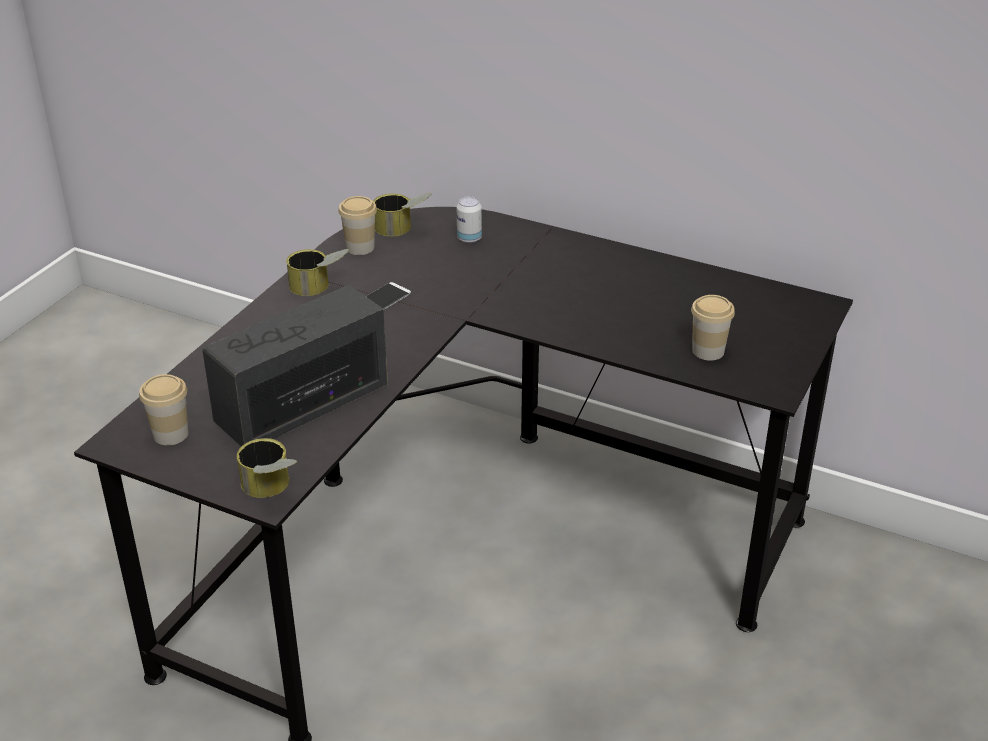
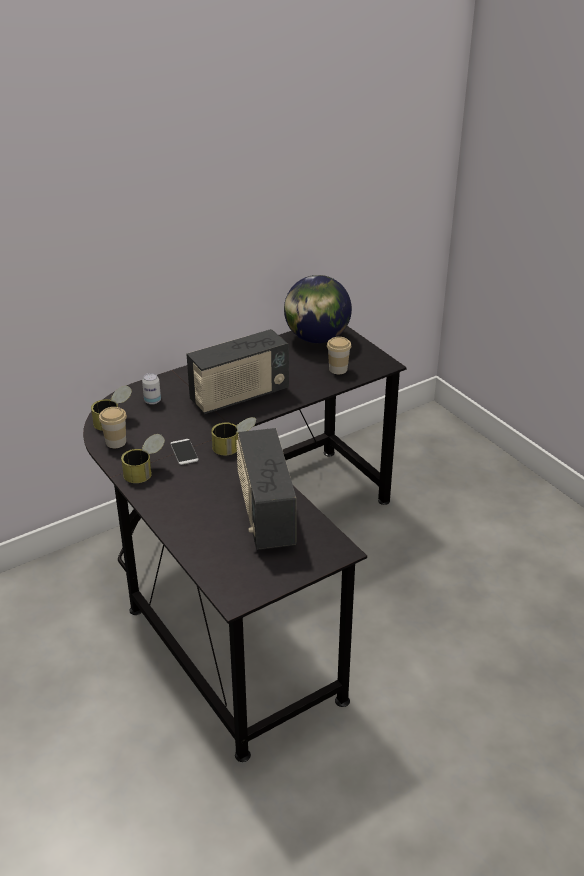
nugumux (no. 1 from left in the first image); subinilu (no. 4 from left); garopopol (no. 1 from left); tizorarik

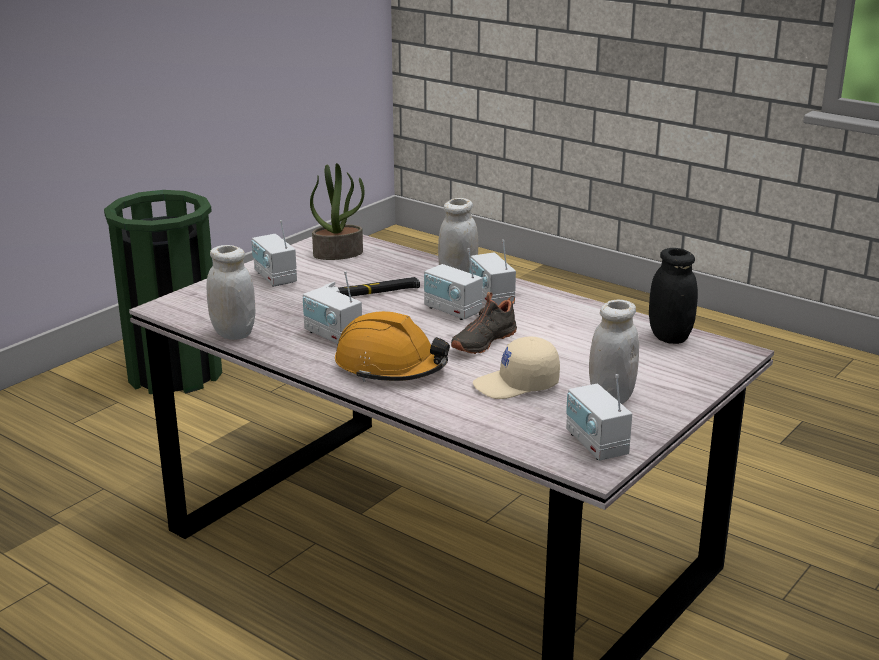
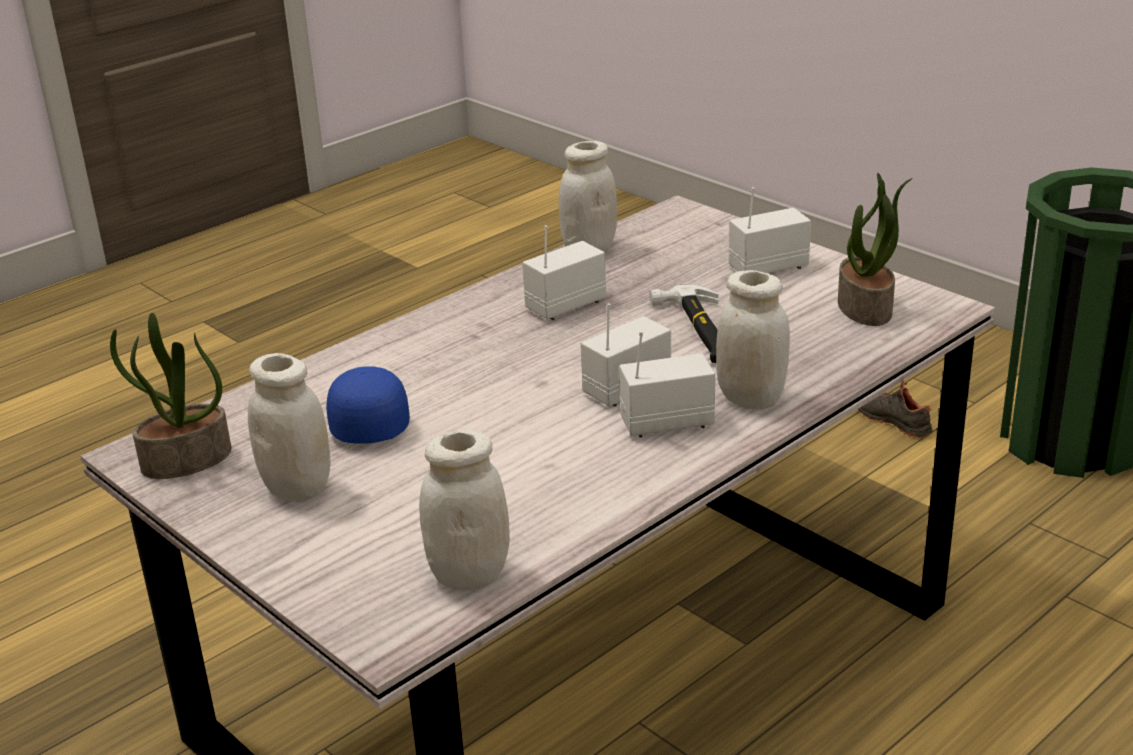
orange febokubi; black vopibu; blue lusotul; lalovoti (no. 1 from left); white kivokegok (no. 2 from left)

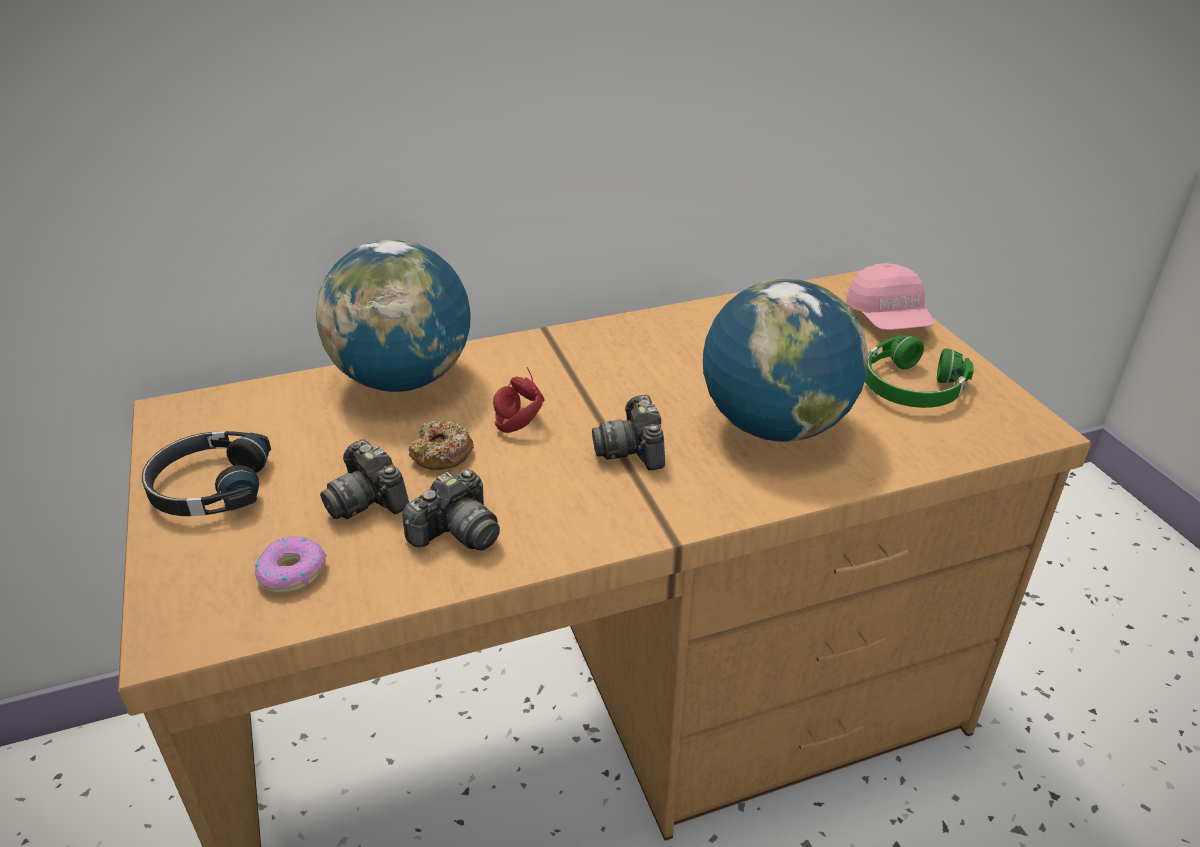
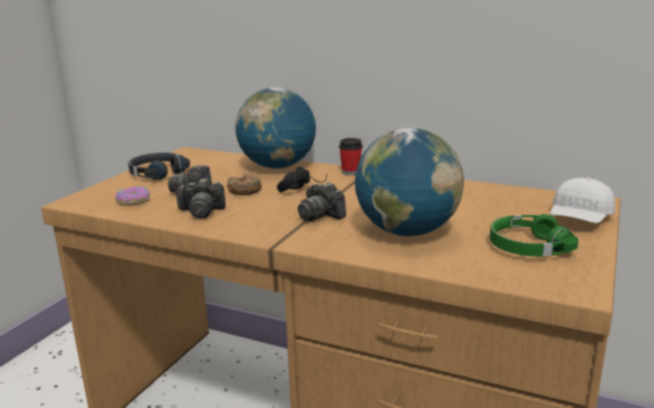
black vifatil (no. 2 from left); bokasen (no. 3 from left); white lusotul; nugumux

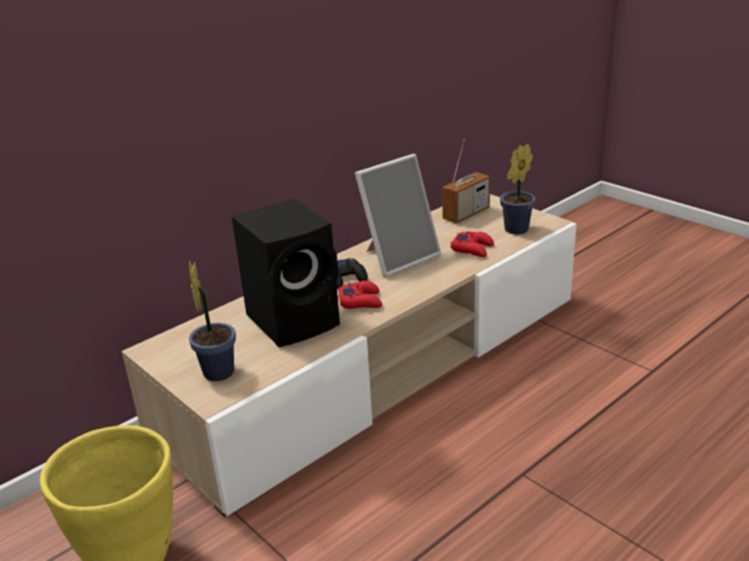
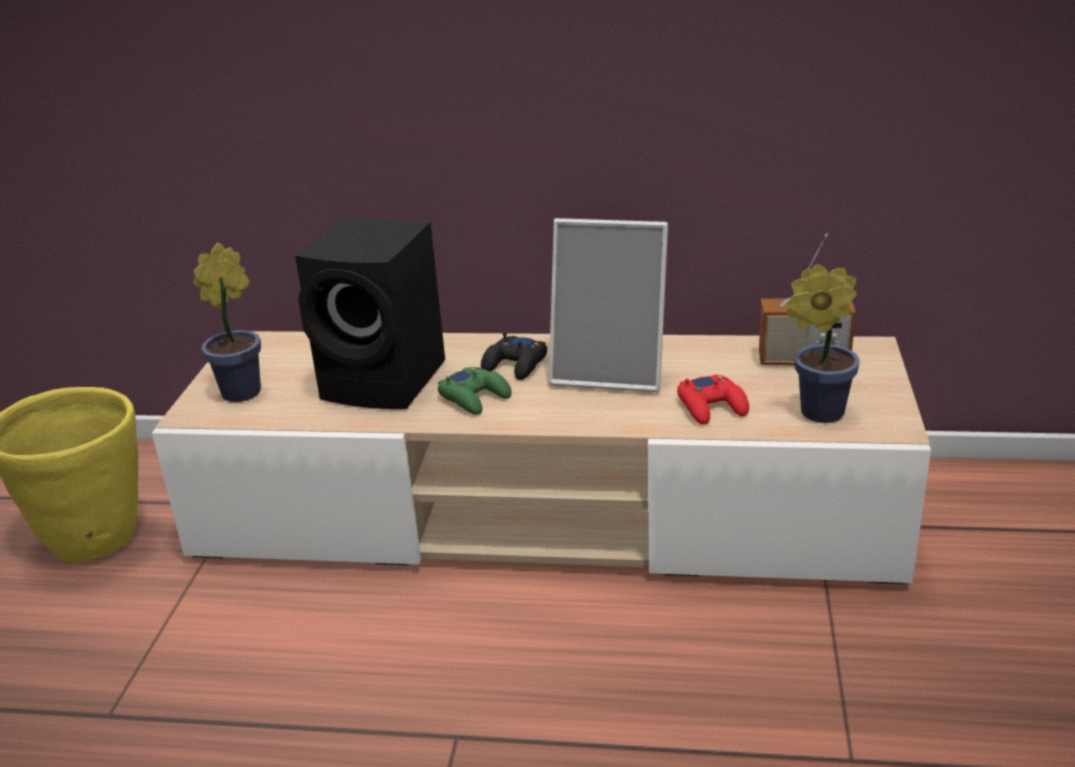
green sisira

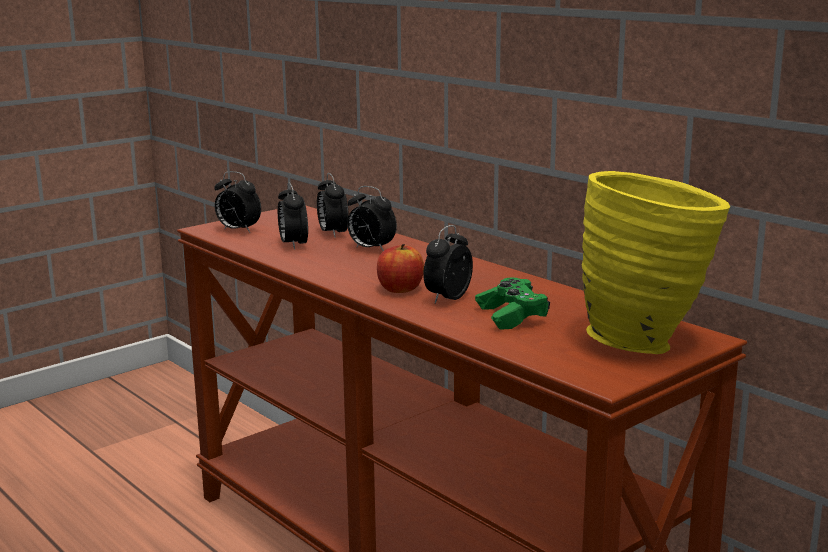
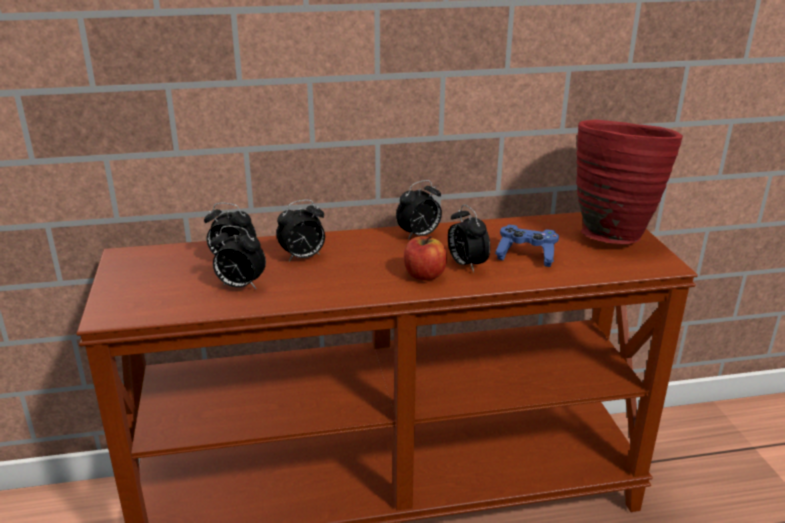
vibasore (no. 4 from left); blue sisira; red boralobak

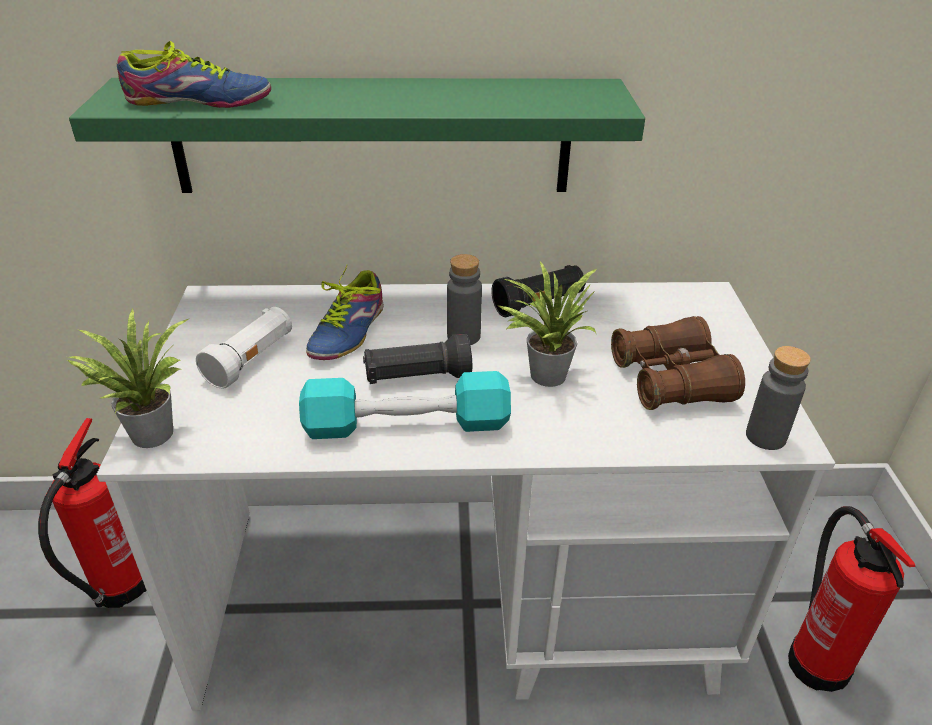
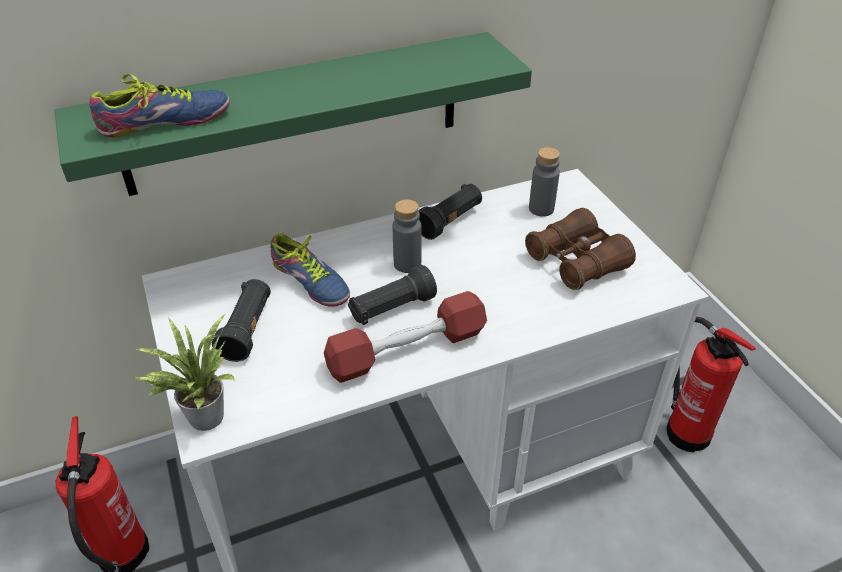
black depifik (no. 1 from left); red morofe; vopibu (no. 2 from left); lalovoti (no. 2 from left in the first image); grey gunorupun (no. 2 from left)

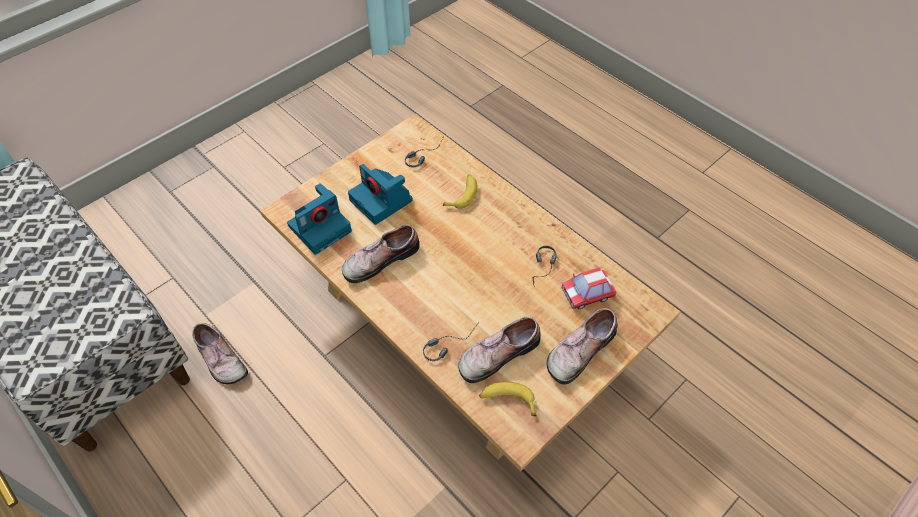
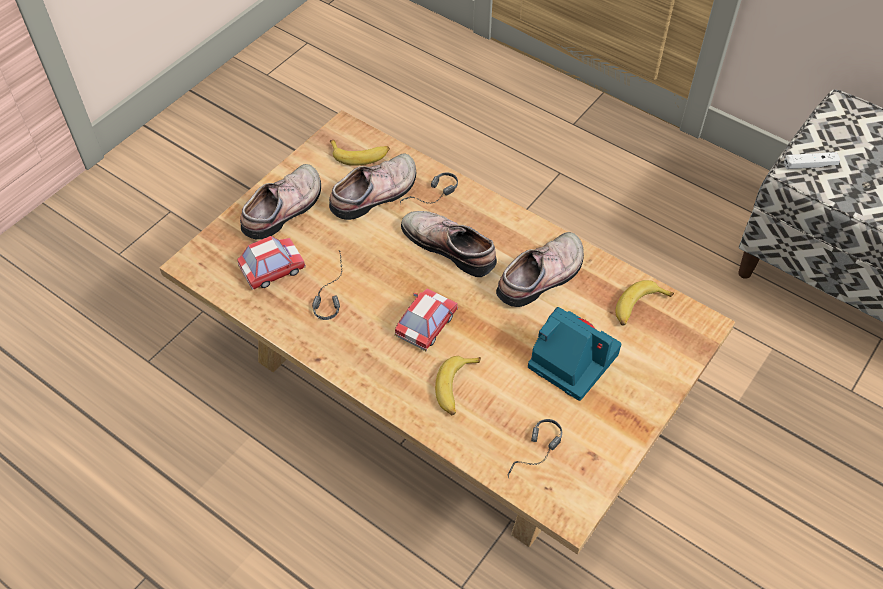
vopibu (no. 3 from left); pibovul (no. 3 from left); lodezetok (no. 2 from left); white sisira

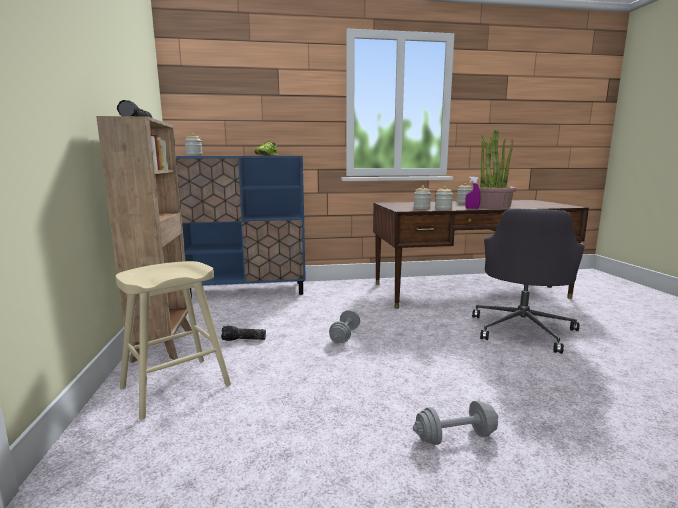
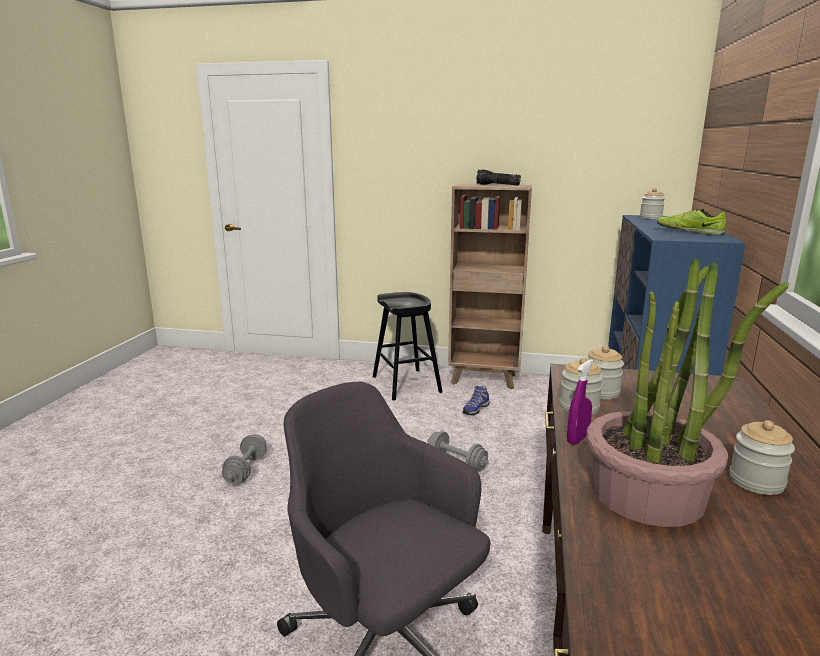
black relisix; vopibu (no. 1 from left)

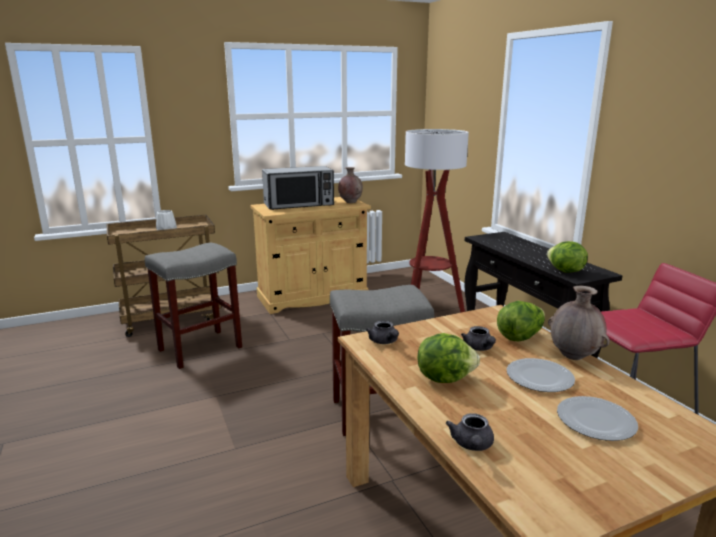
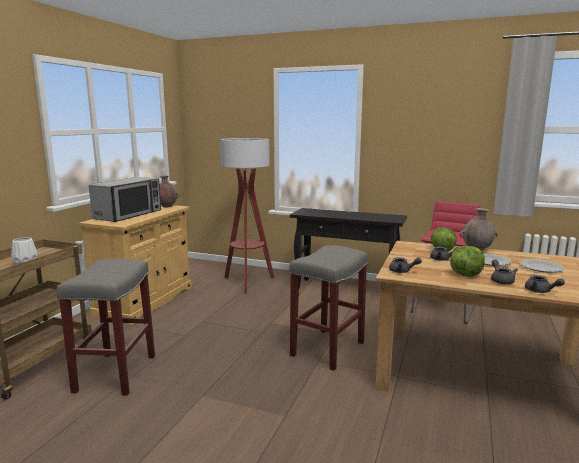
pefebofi (no. 3 from left in the first image); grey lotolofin (no. 3 from left)

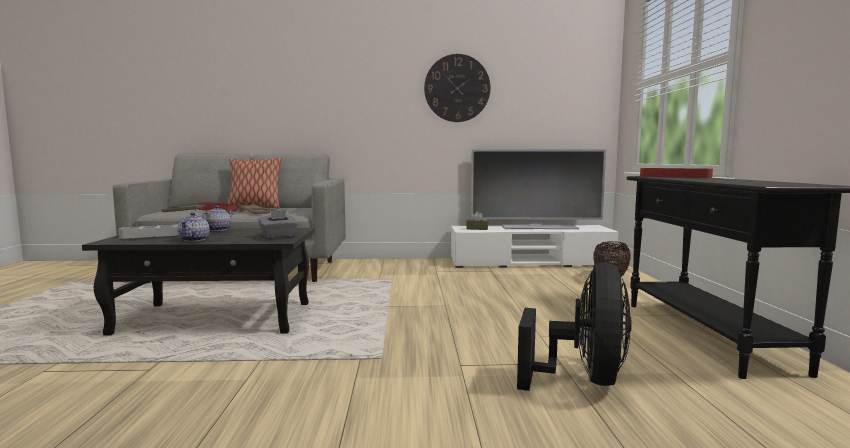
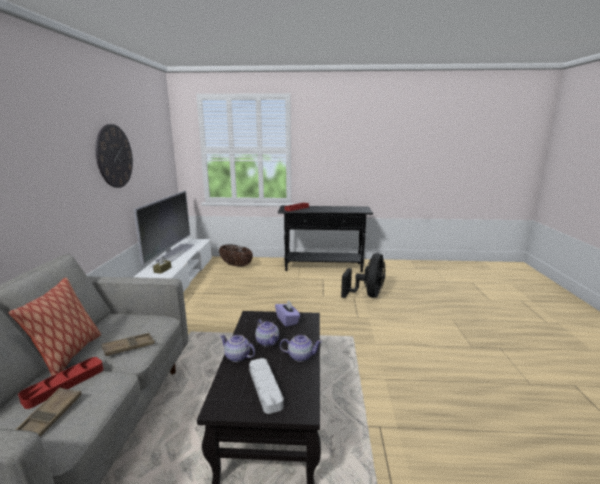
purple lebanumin; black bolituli; lotolofin (no. 2 from left)

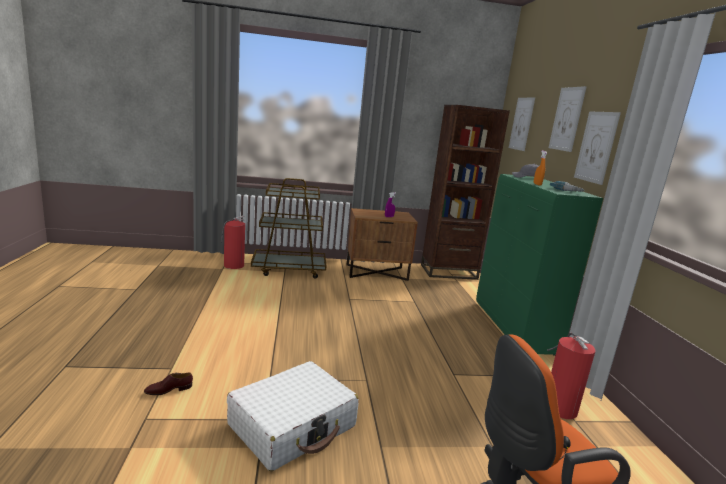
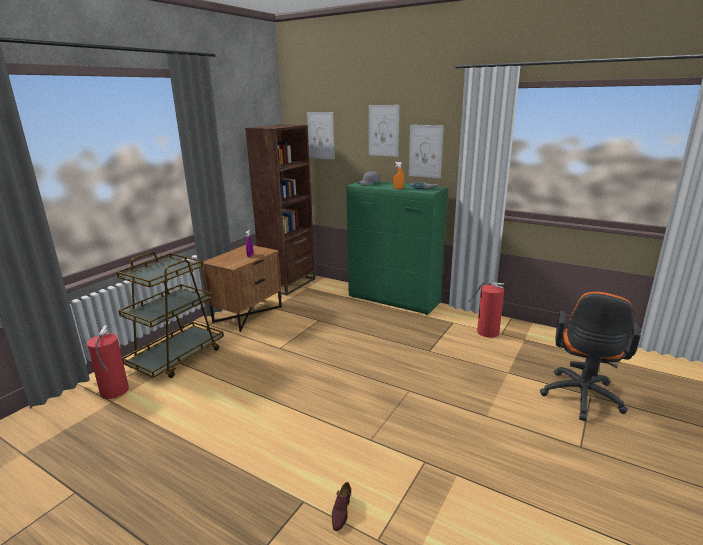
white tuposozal

